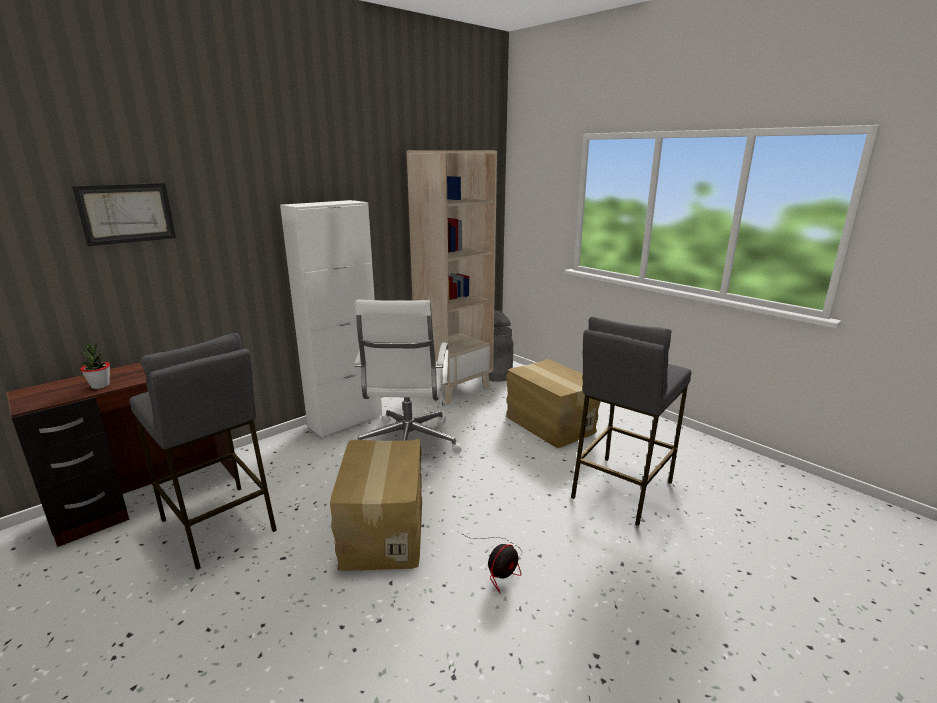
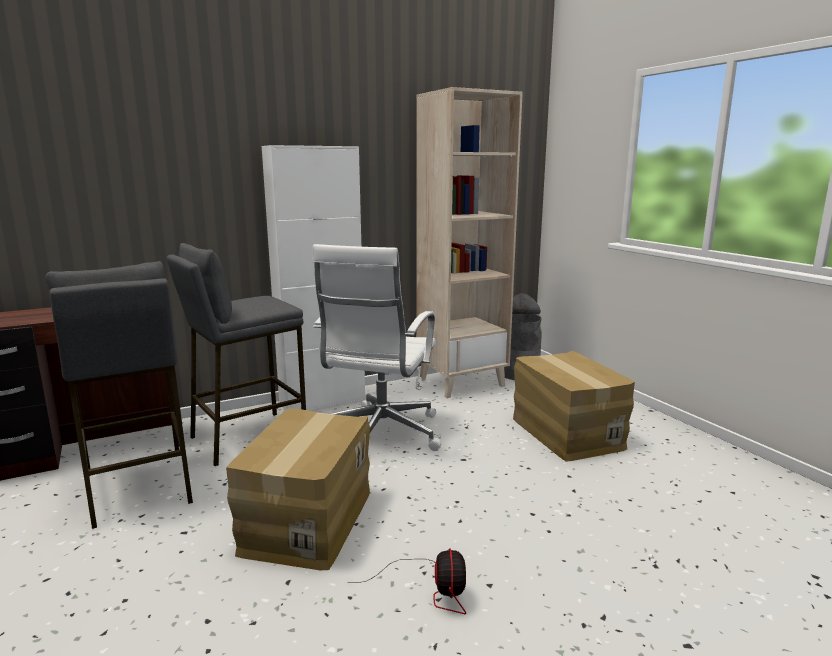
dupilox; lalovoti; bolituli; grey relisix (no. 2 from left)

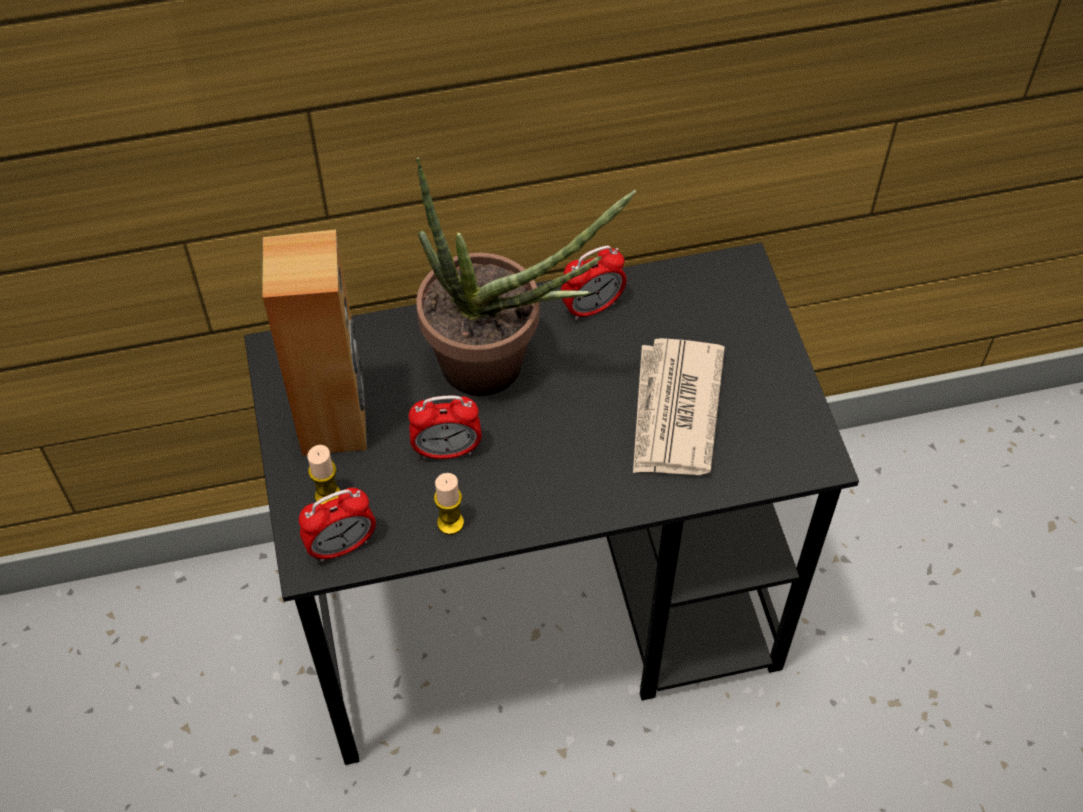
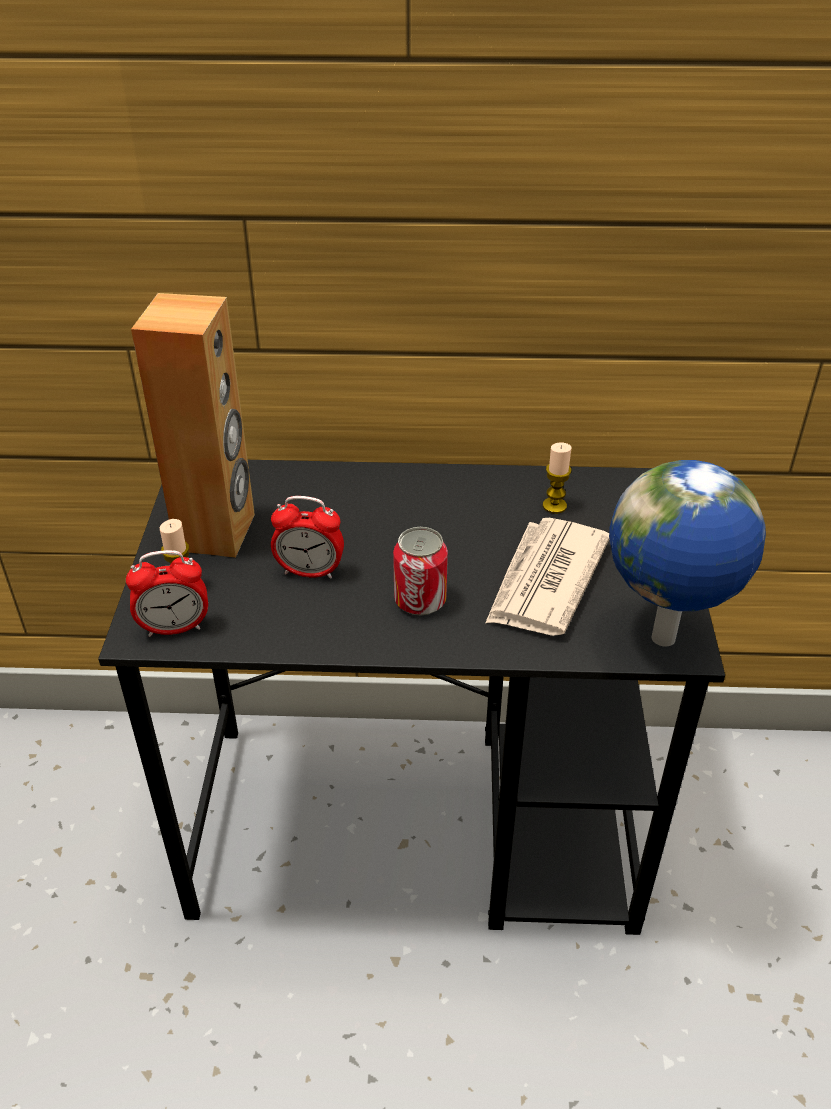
lalovoti; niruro (no. 2 from left); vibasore (no. 3 from left in the first image); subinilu; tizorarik

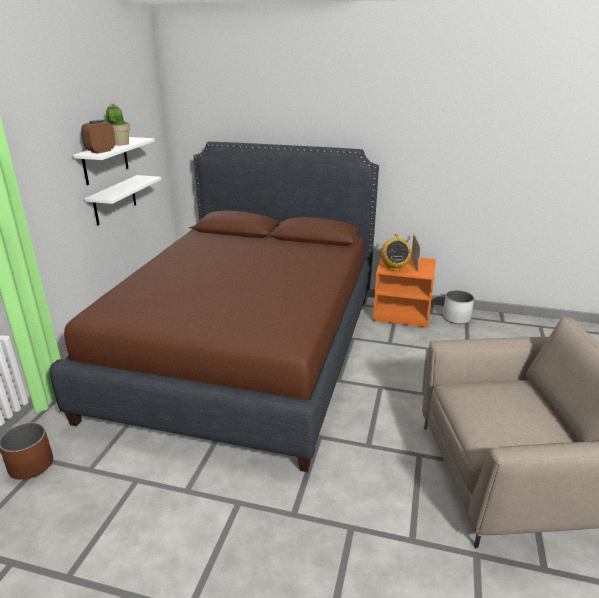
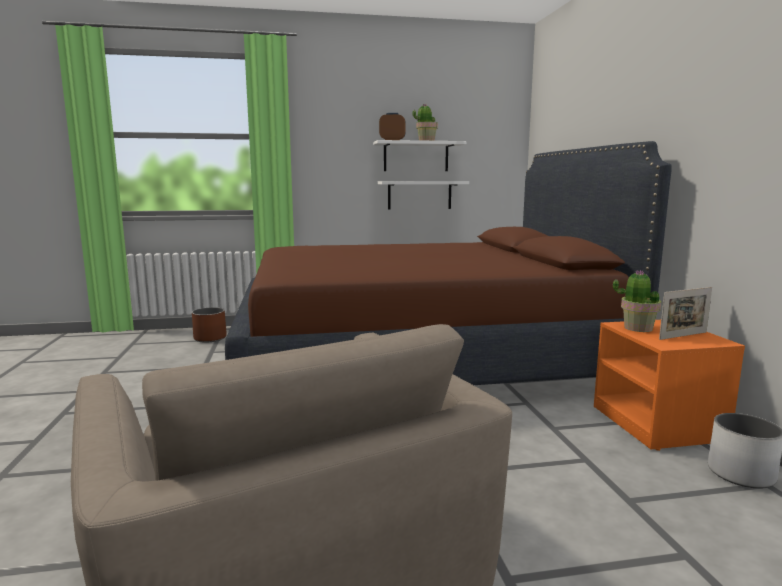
lalovoti (no. 2 from left)

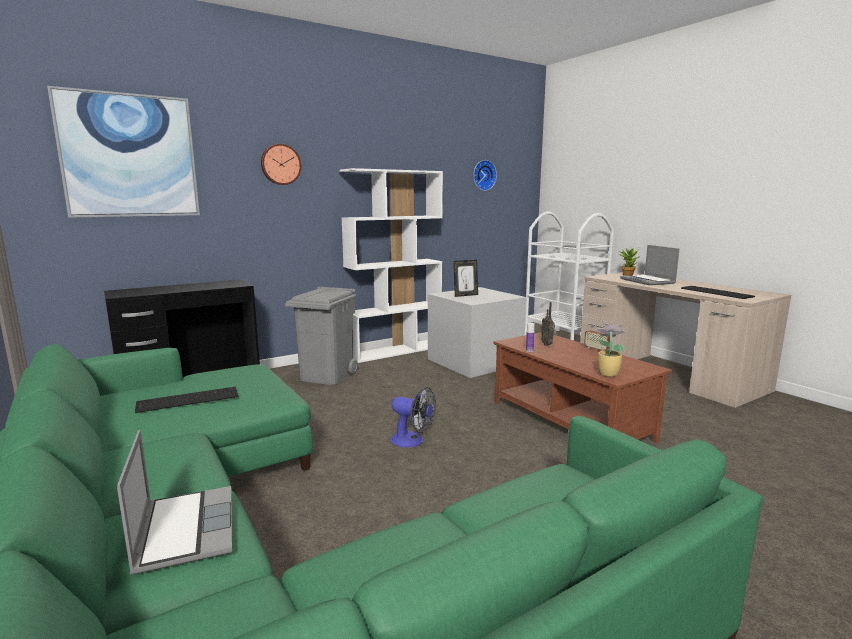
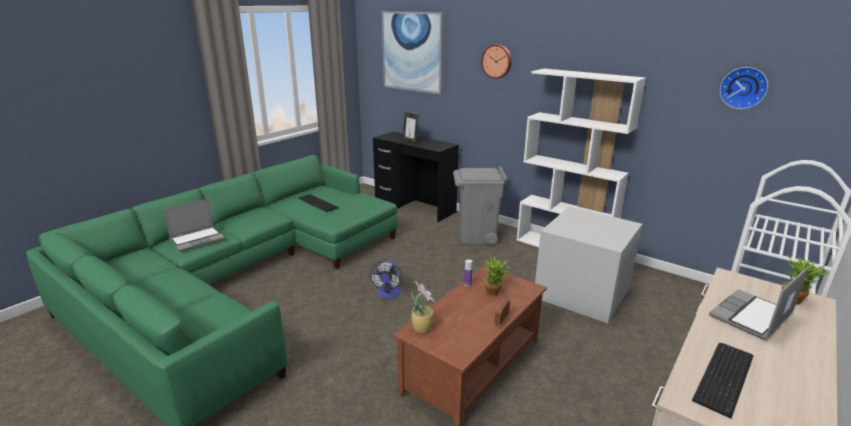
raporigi; lalovoti (no. 2 from left)

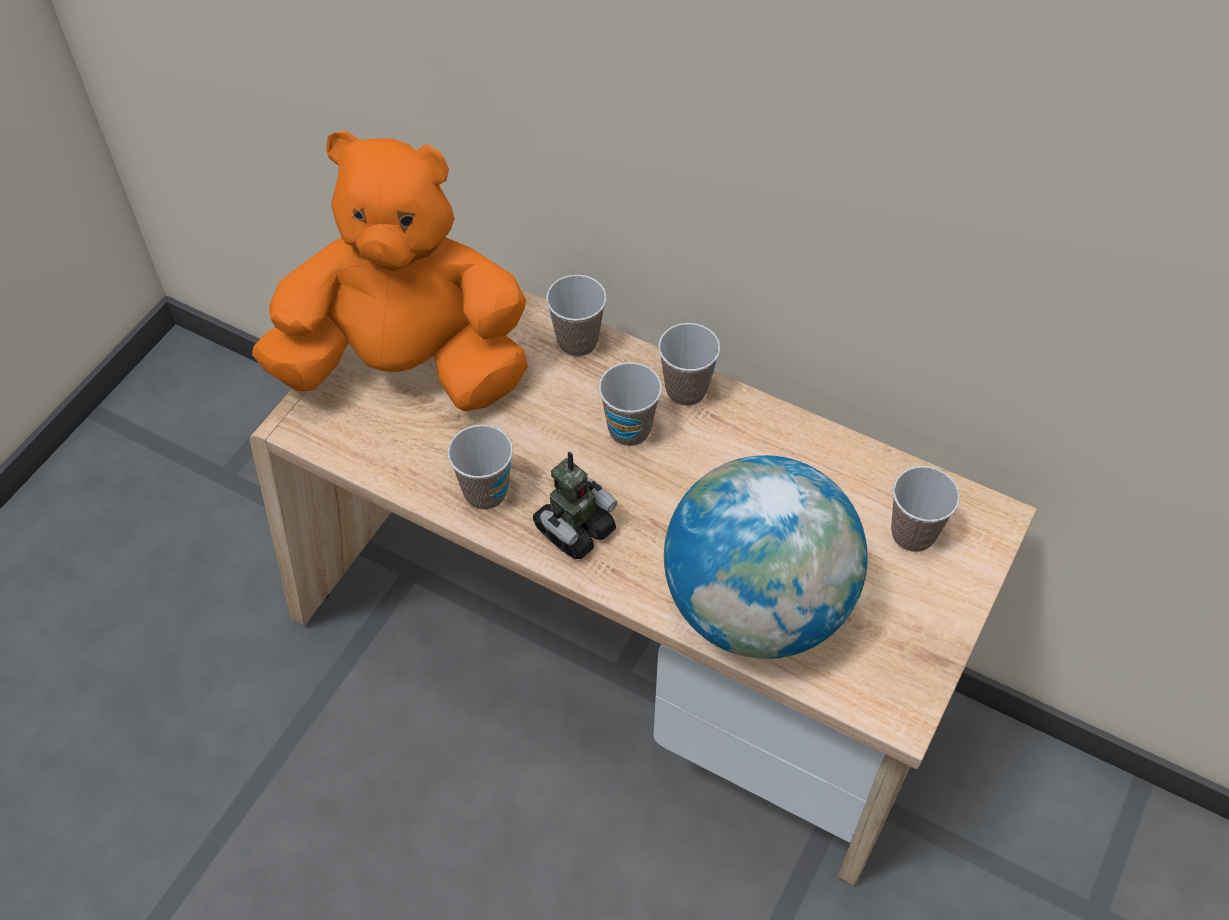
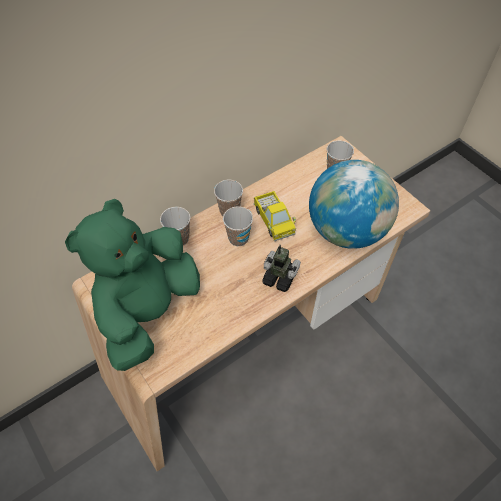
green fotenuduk; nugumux (no. 1 from left in the first image); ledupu; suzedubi

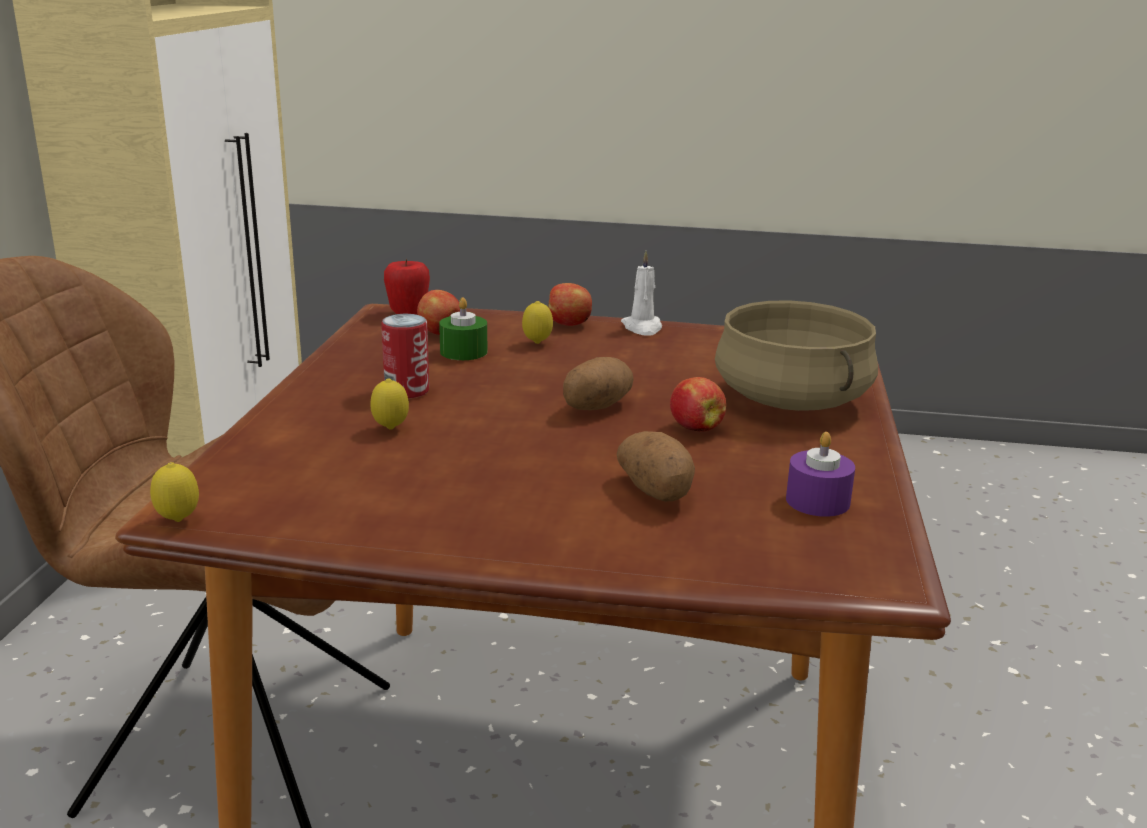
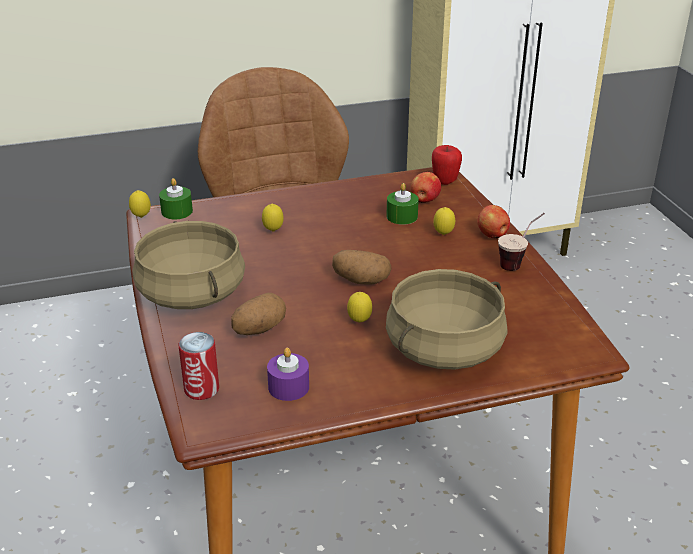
subinilu; nugumux; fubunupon (no. 3 from left); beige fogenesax (no. 1 from left); green niruro (no. 1 from left)

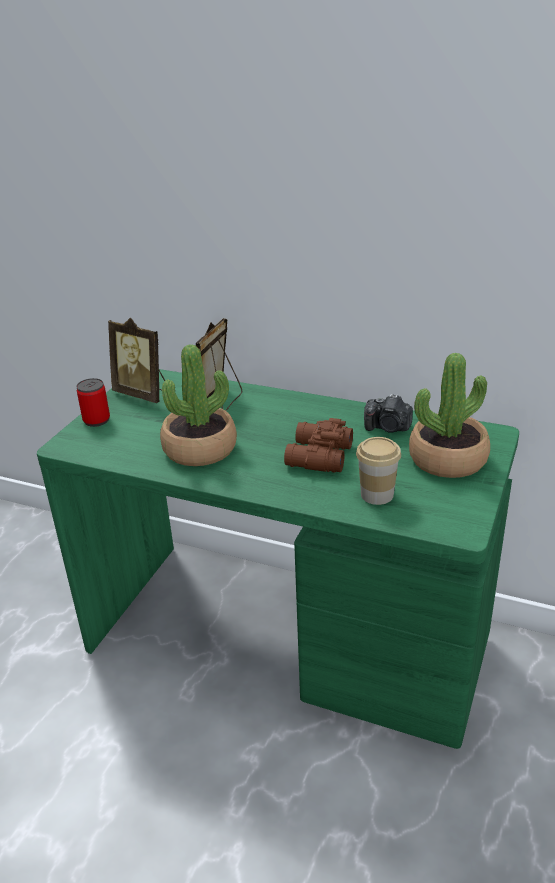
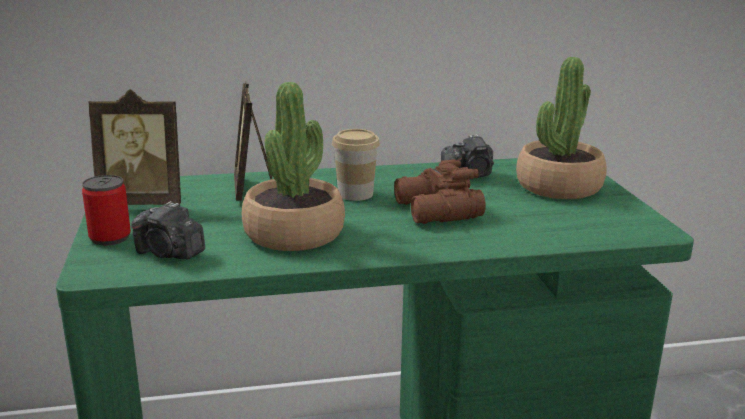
nugumux; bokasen (no. 1 from left)

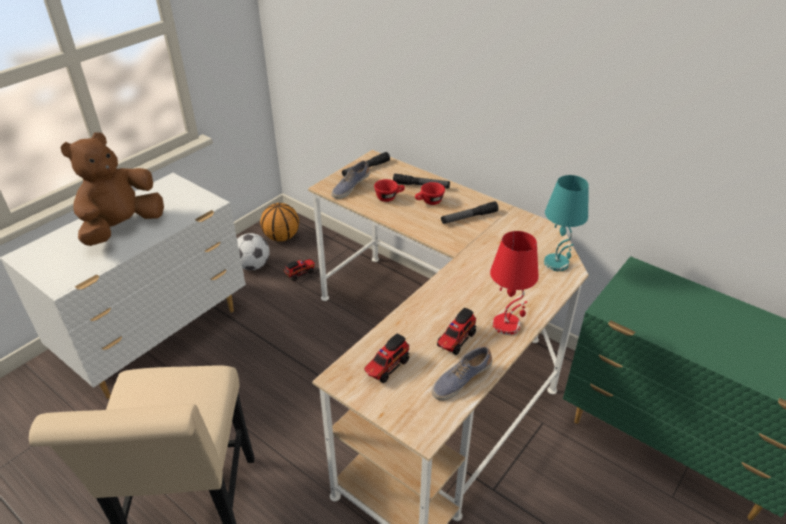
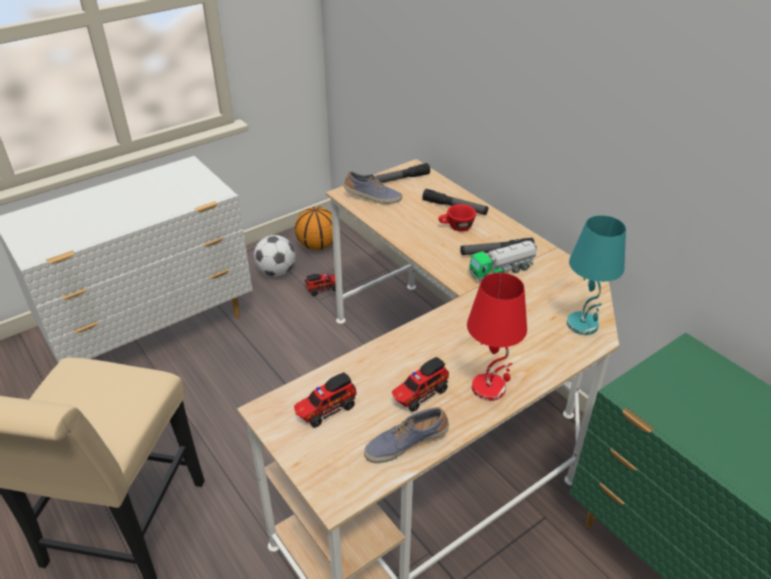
brown fotenuduk; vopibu (no. 1 from left); red nugumux (no. 1 from left in the first image); suzedubi (no. 4 from left)

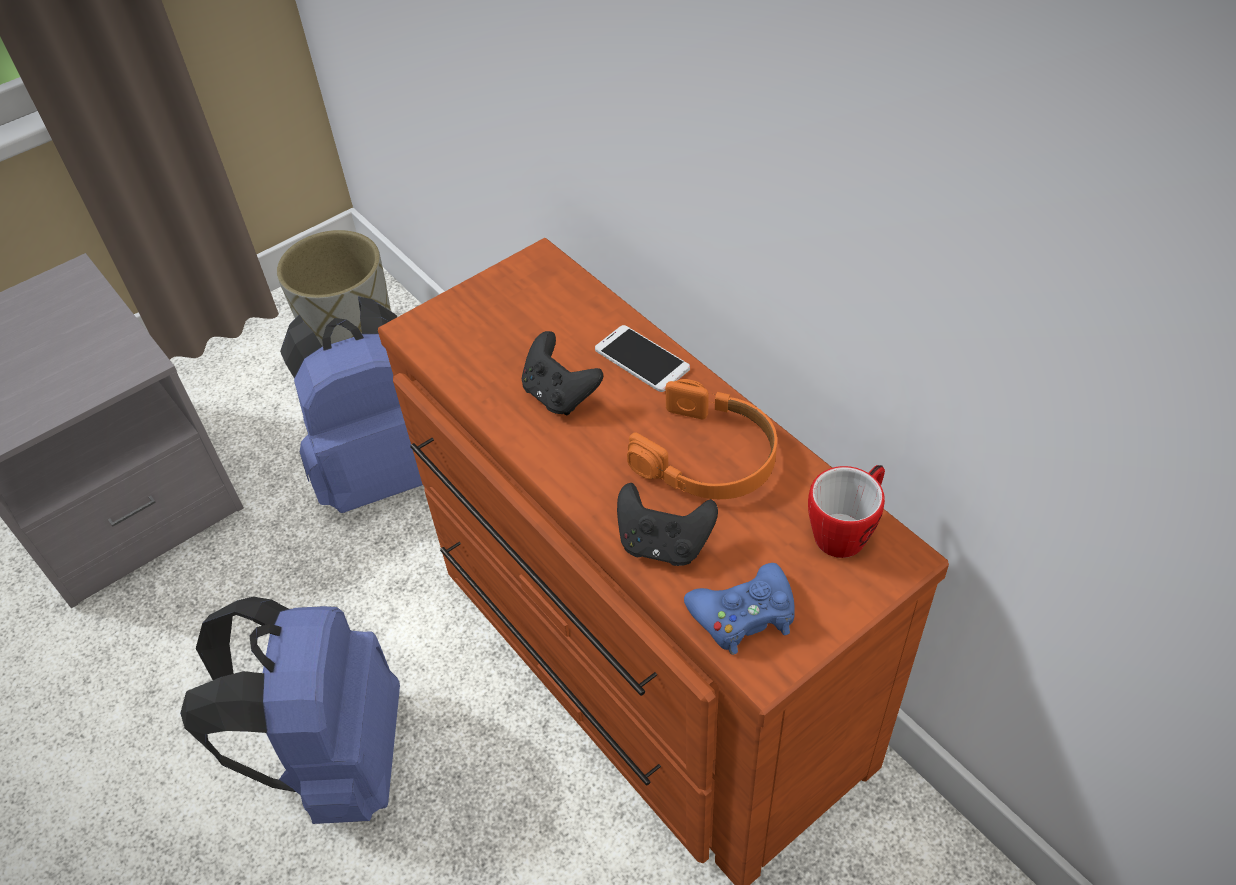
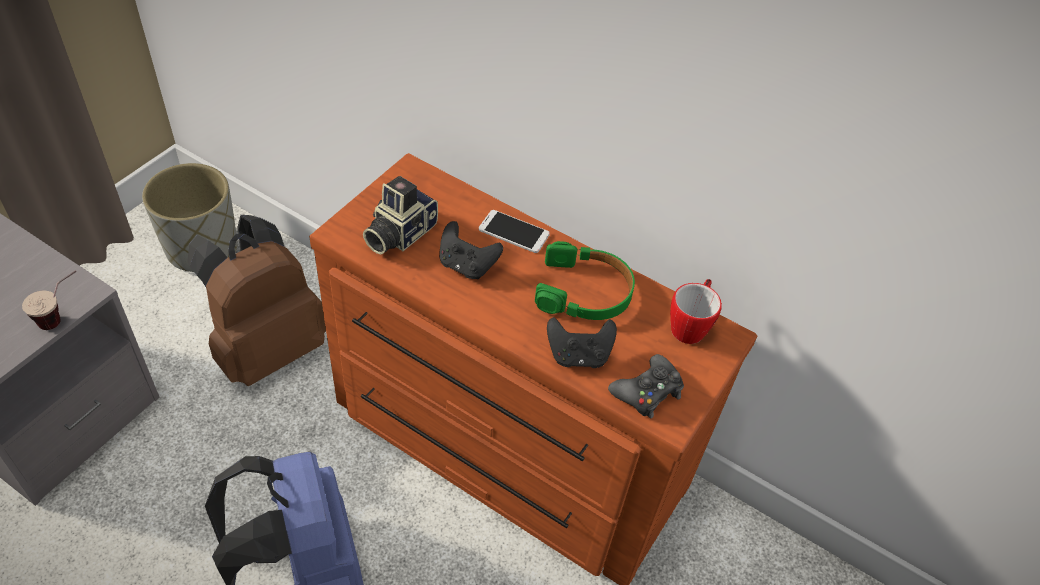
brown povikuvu; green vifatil; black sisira (no. 3 from left); nugumux; bokasen

